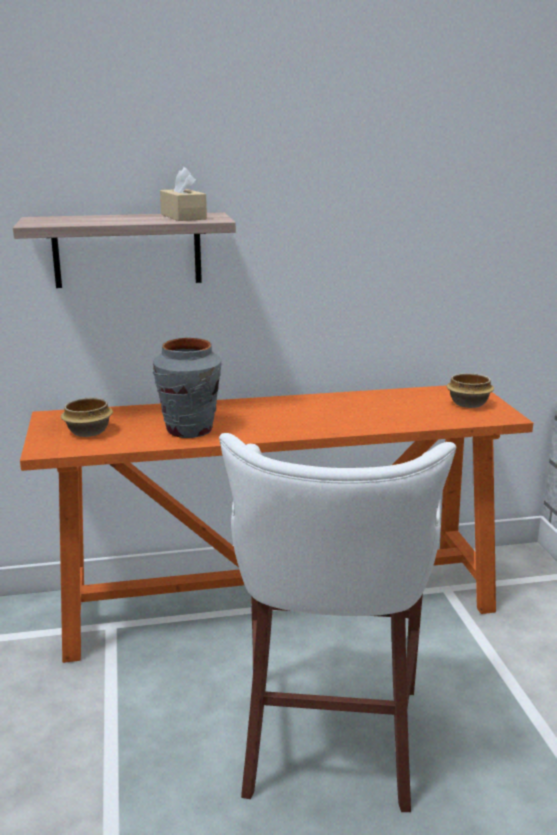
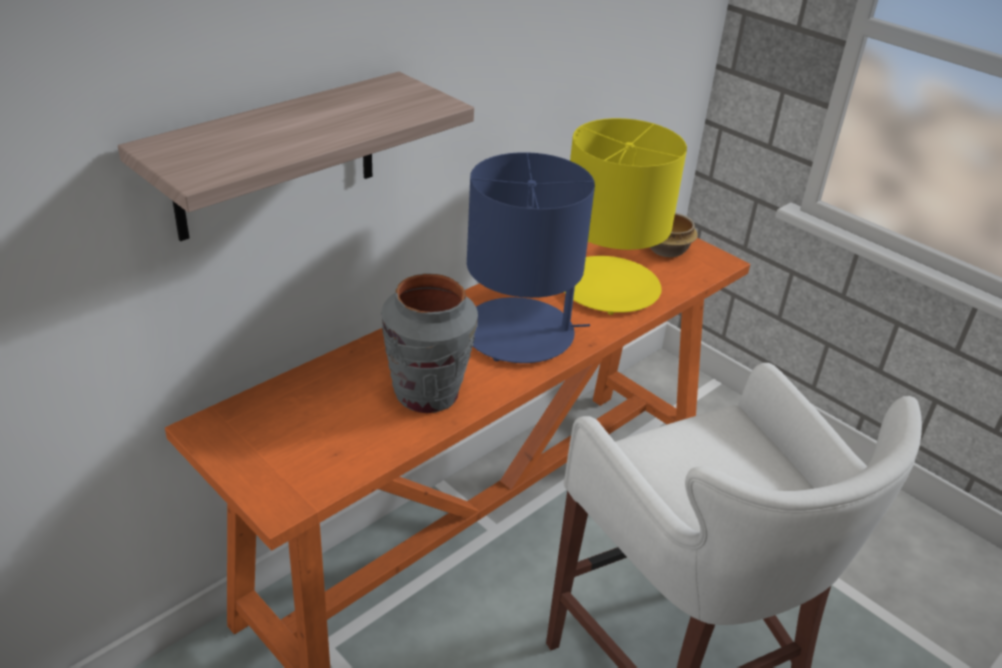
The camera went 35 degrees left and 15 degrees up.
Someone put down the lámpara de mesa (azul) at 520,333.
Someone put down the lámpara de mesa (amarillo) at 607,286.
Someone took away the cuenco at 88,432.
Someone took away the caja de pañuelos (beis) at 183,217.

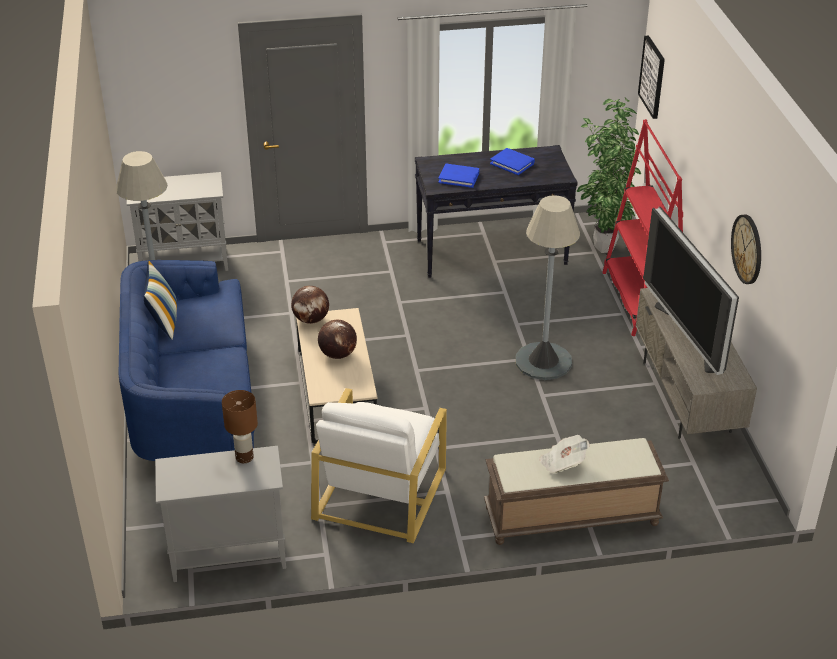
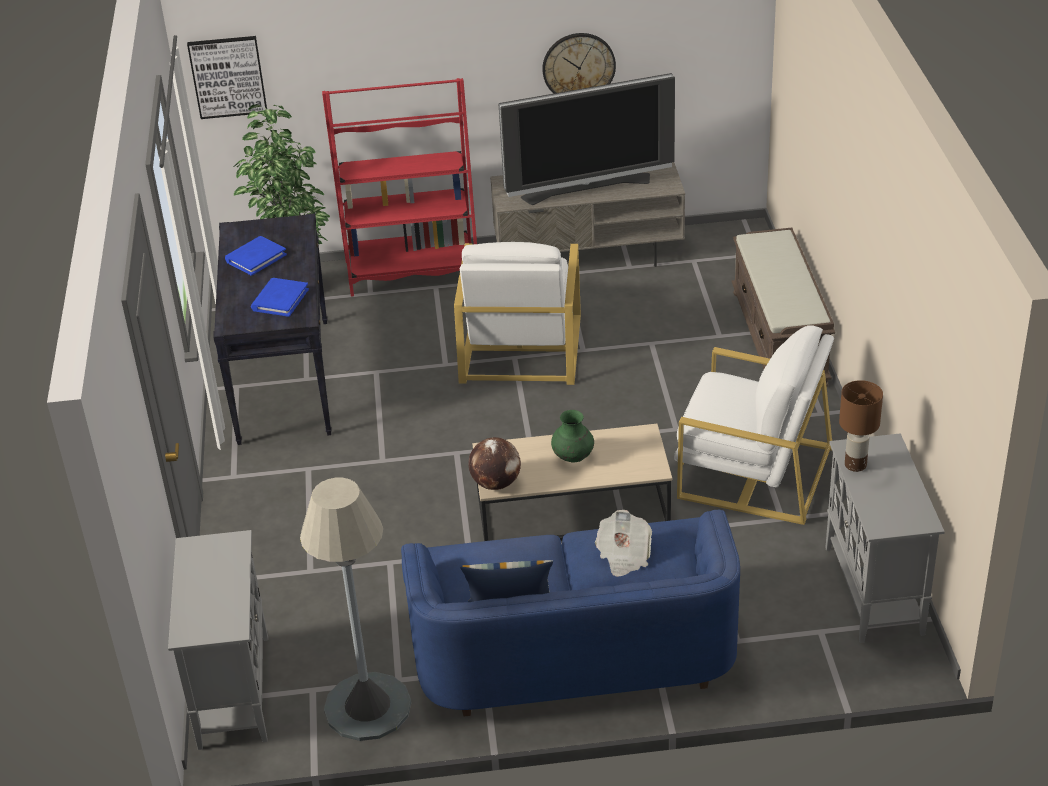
The camera went 85 degrees left and 0 degrees up.
Someone swapped the lámpara de pie (gris) at 543,361 for the sillón (blanco) at 521,347.
Someone swapped the globo terráqueo at 337,354 for the florero (verde) at 573,457.
Someone carried the periódico from 563,463 to 623,556.

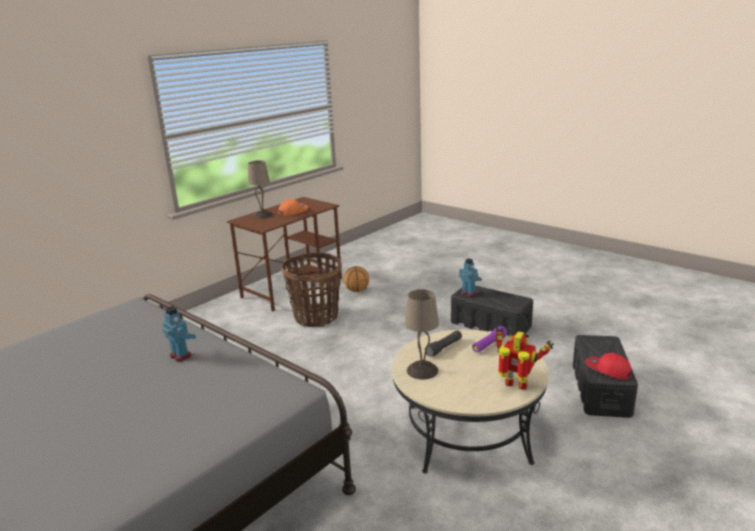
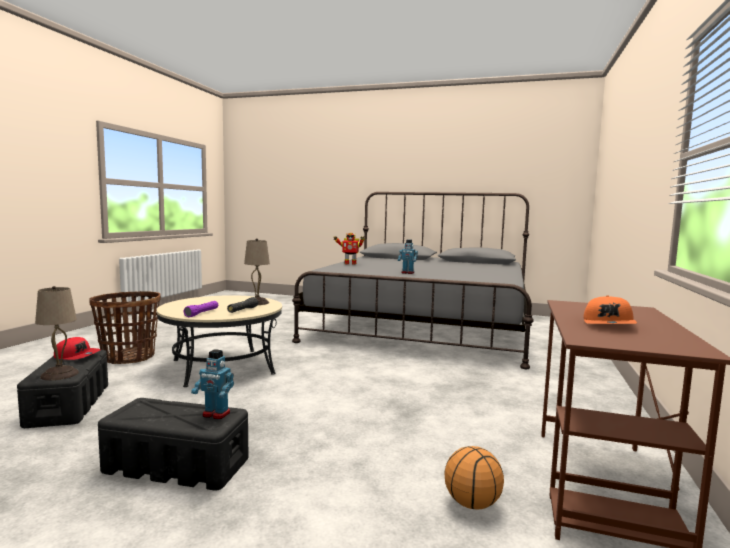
The camera went 155 degrees right and 15 degrees down.
Someone carried the lámpara de mesa (beis) from 262,215 to 60,374.
Someone carried the cesta from 316,317 to 128,357.
Someone carried the robot de juguete from 516,386 to 350,263.

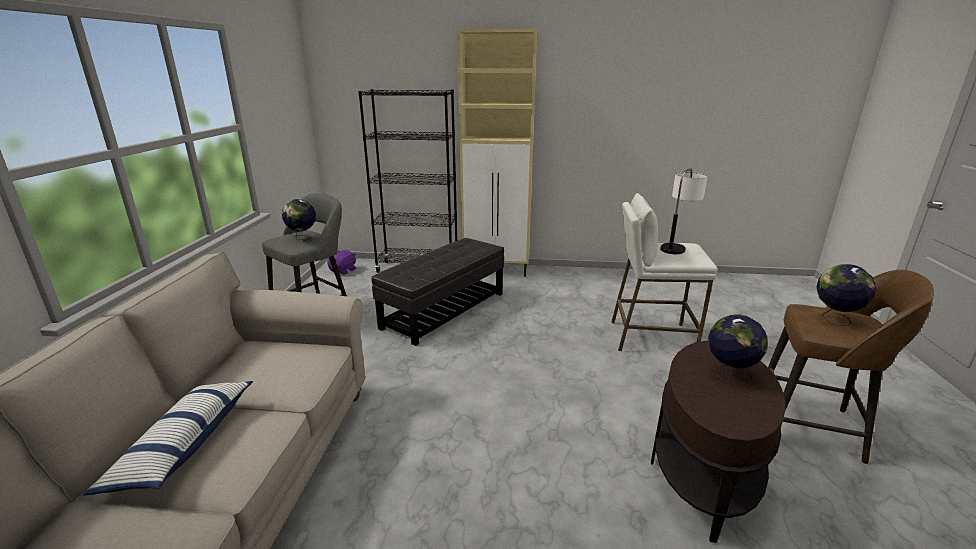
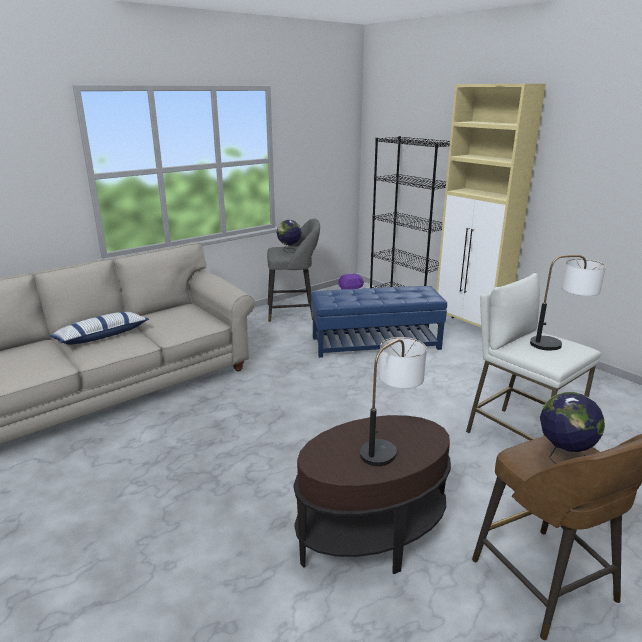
The camera went 45 degrees right and 0 degrees up.
Someone repainted the puf (negro) at 444,310, which became the puf (azul) at 375,343.
Someone swapped the globo terráqueo at 729,375 for the lámpara de mesa at 389,445.

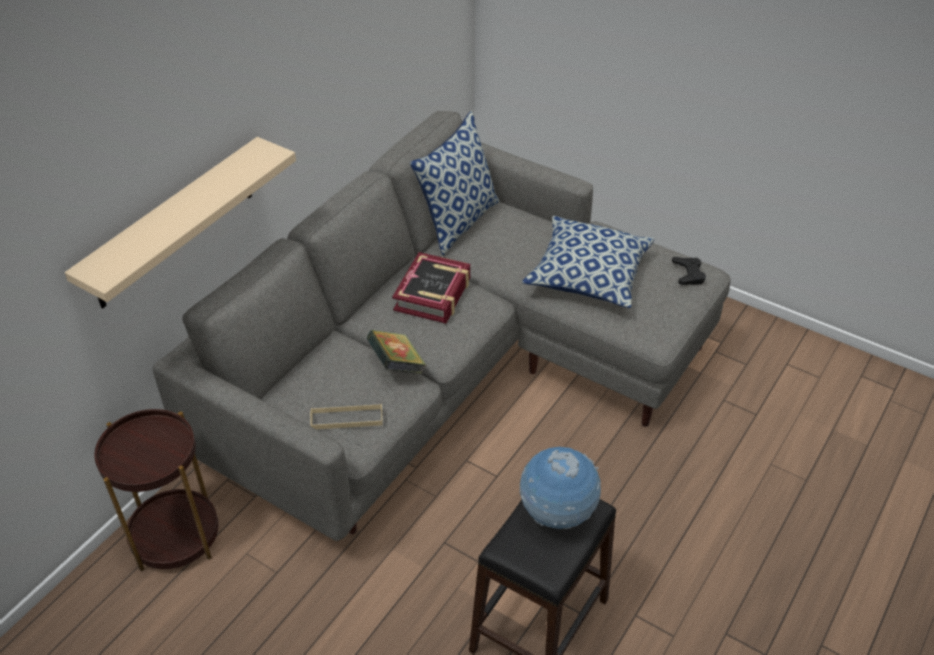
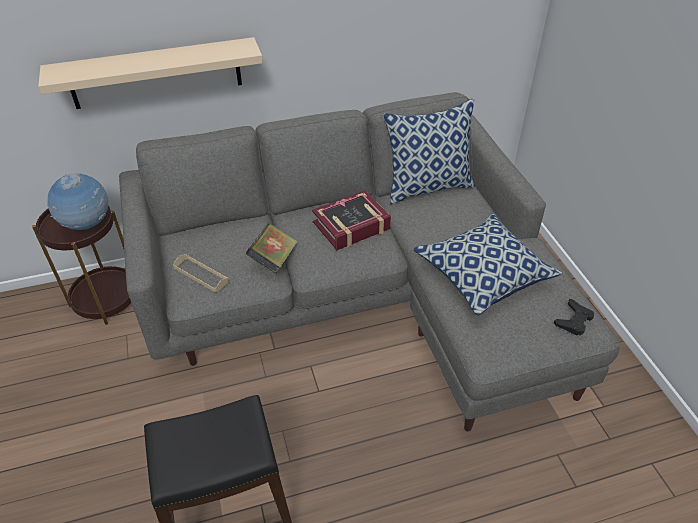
The camera went 40 degrees right and 0 degrees up.
Someone carried the globo terráqueo from 557,514 to 87,225.

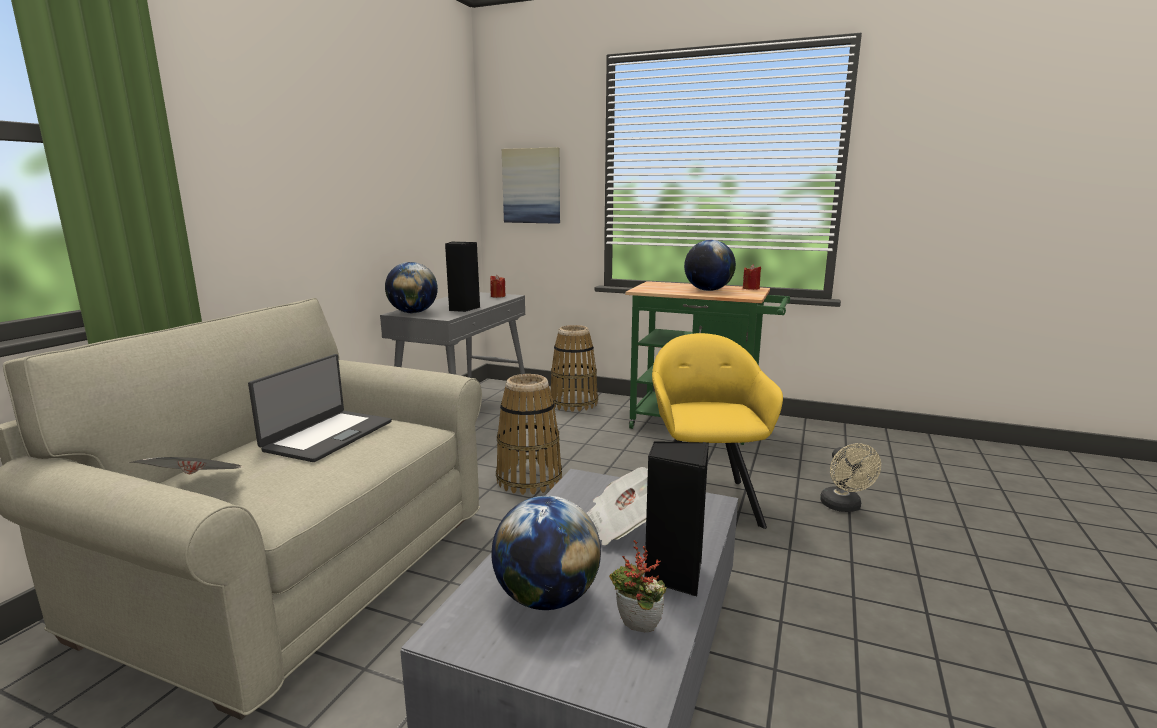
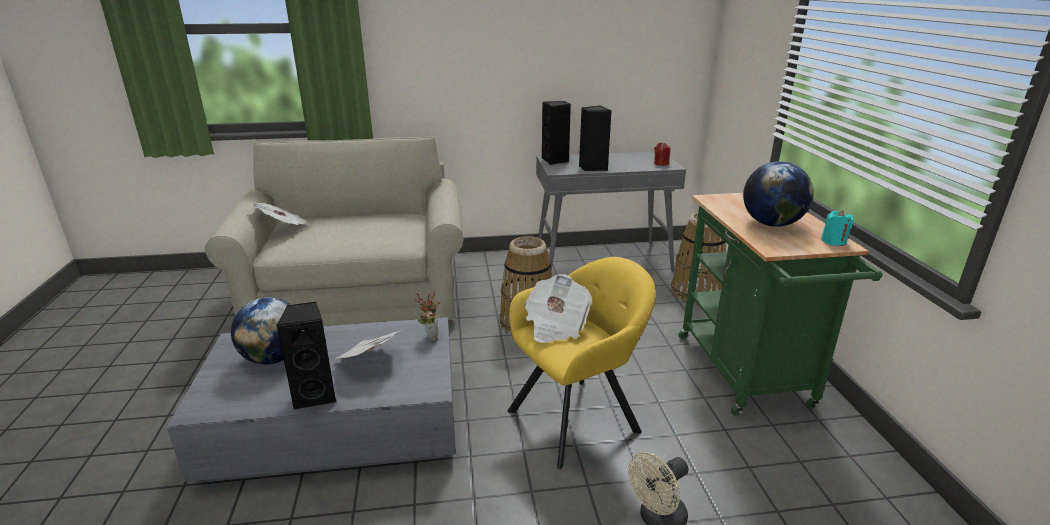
The camera went 60 degrees right and 10 degrees up.
Someone carried the planta en maceta from 636,629 to 430,336.
Someone put down the periódico at 555,325.
Someone swapped the globo terráqueo at 413,313 for the altavoz (negro) at 555,160.
Someone repainted the vela (rojo) at 751,288, which became the vela (turquesa) at 833,241.
Someone took away the portátil at 327,436.
Someone took away the cuadro at 532,186.

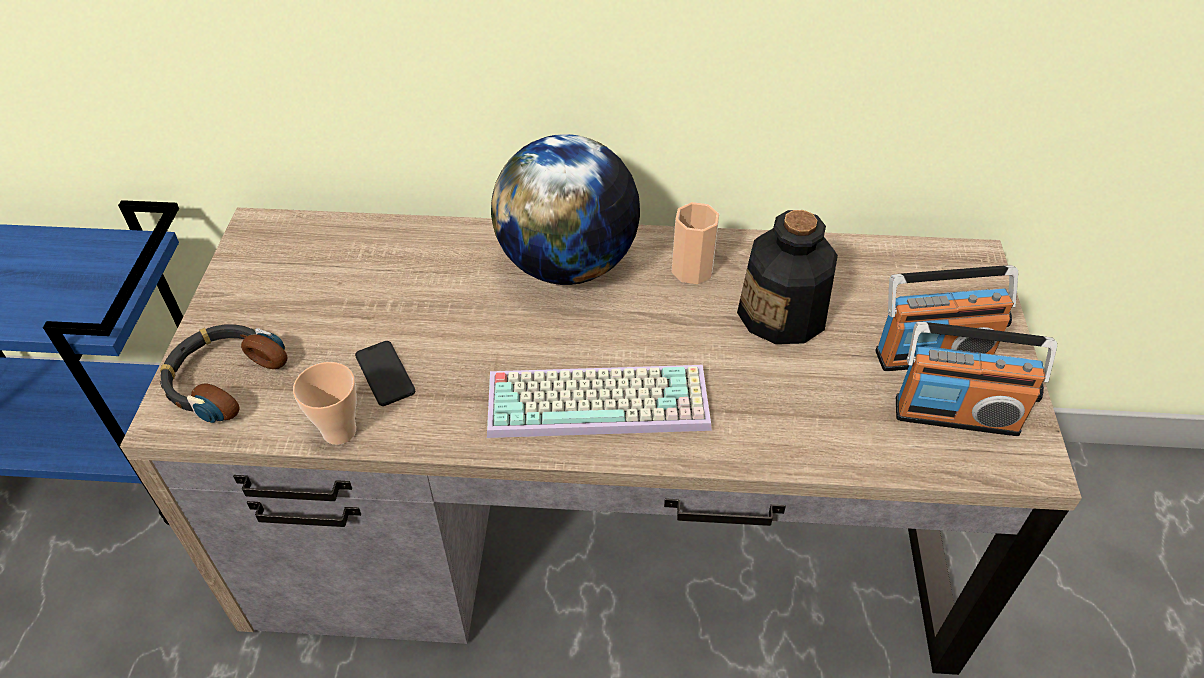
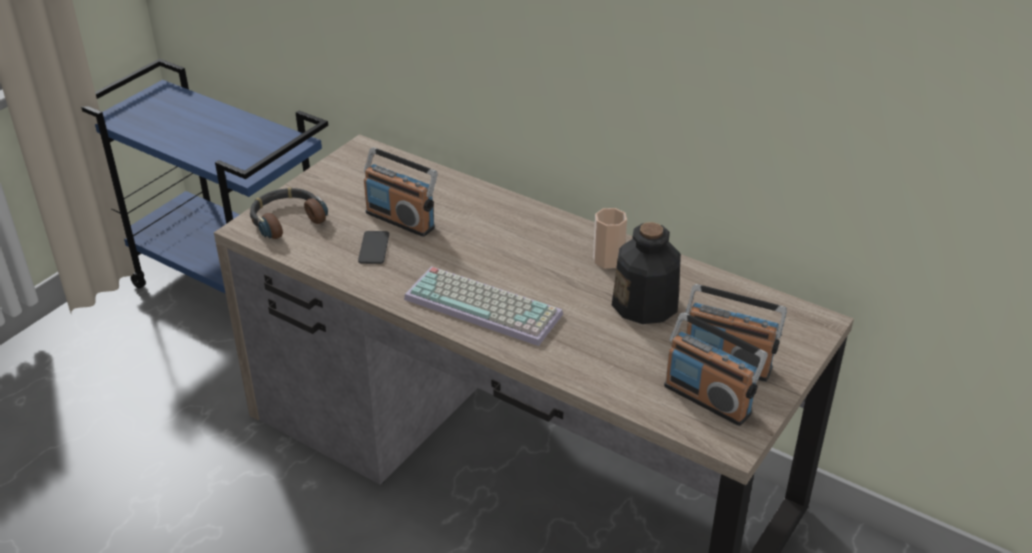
The camera went 30 degrees right and 10 degrees down.
Someone put down the radio at 401,220.
Someone took away the taza at 339,431.
Someone took away the globo terráqueo at 568,264.

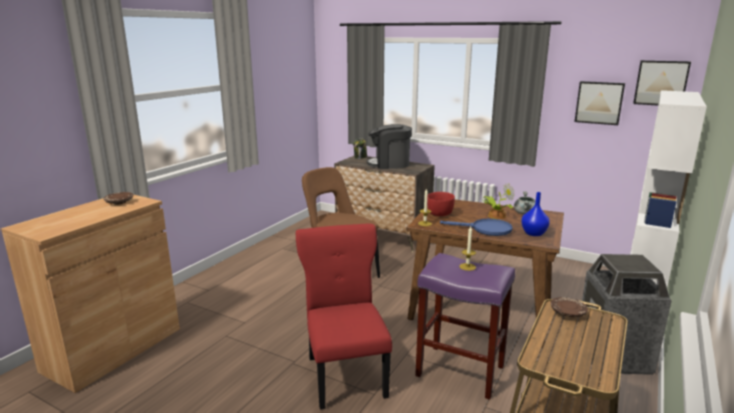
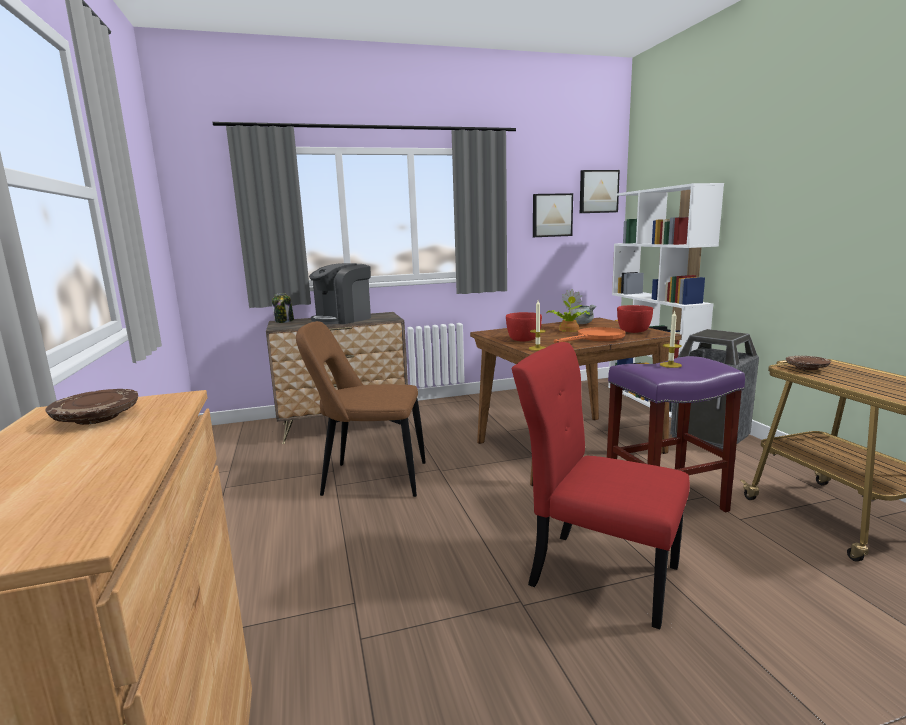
The camera went 45 degrees left and 5 degrees down.
Someone repainted the sartén (azul) at 485,229, which became the sartén (naranja) at 596,338.
Someone swapped the florero (azul) at 533,233 for the cuenco (rojo) at 633,331.

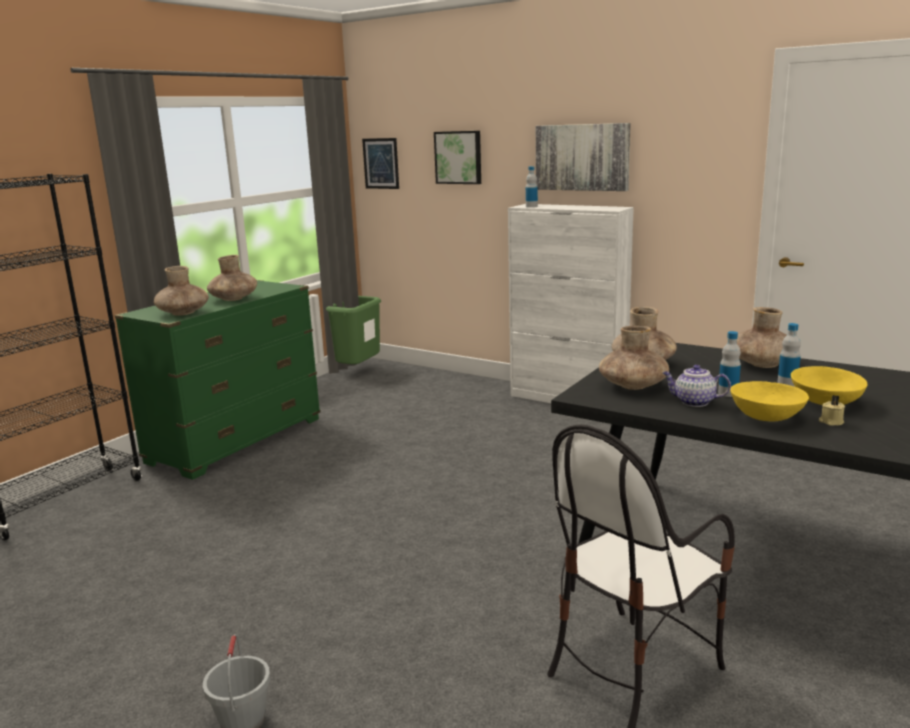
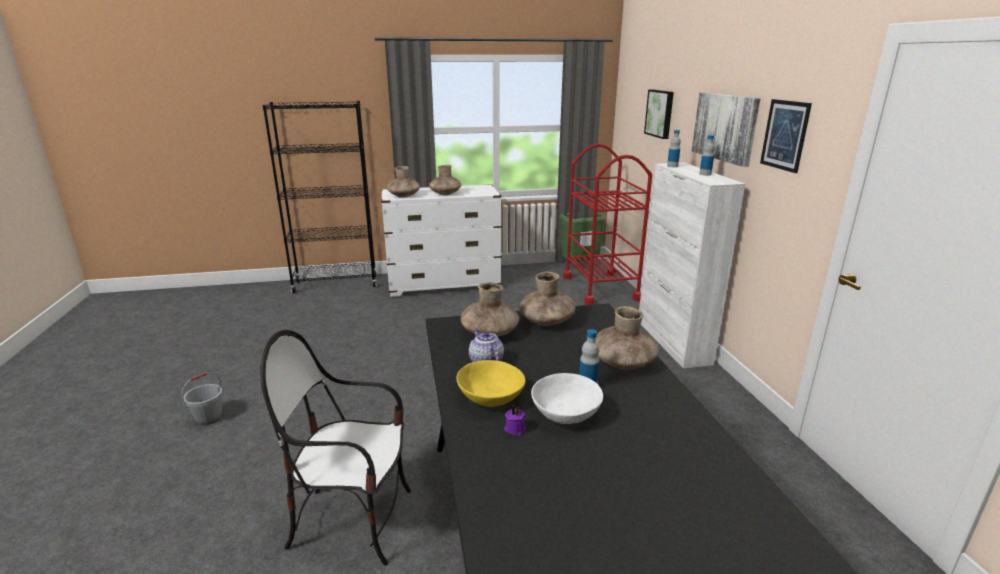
The camera went 45 degrees right and 5 degrees up.
Someone repainted the cómoda (verde) at 236,441, which became the cómoda (blanco) at 444,284.
Someone repainted the vela (beis) at 830,422, which became the vela (morado) at 514,428.
Someone repainted the cuenco (amarillo) at 824,401, which became the cuenco (blanco) at 565,413.
Someone put down the carrito (rojo) at 600,288.
Someone carried the botella from 728,393 to 705,174.
Someone carried the cuadro from 381,163 to 785,135.

